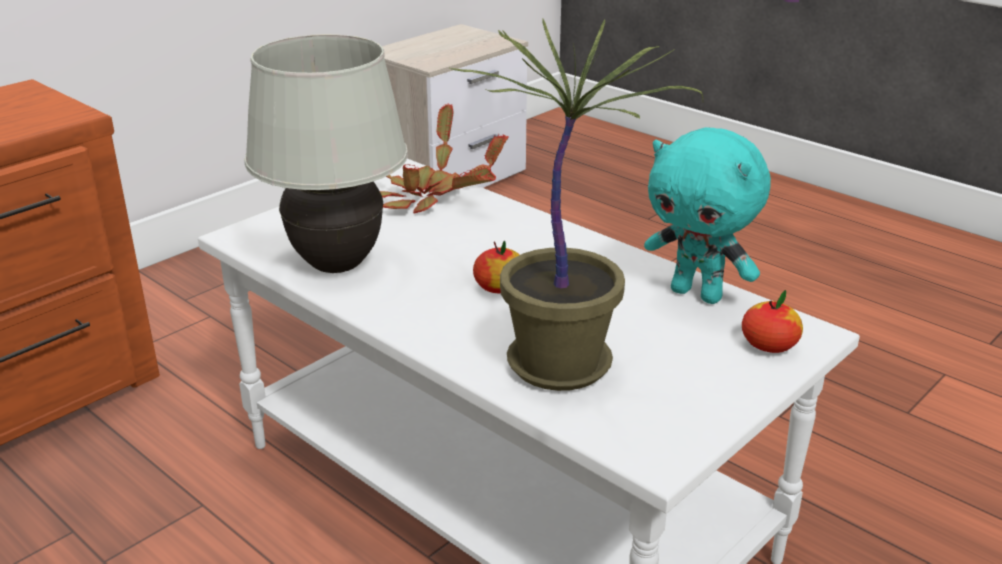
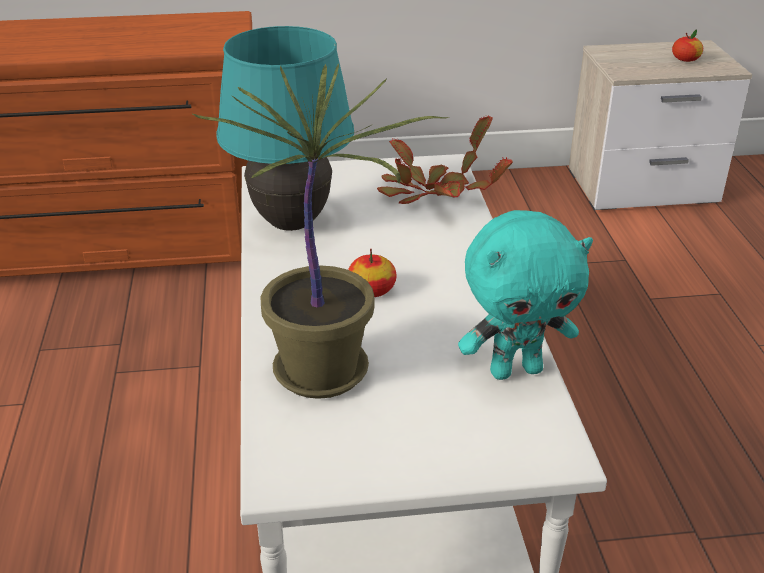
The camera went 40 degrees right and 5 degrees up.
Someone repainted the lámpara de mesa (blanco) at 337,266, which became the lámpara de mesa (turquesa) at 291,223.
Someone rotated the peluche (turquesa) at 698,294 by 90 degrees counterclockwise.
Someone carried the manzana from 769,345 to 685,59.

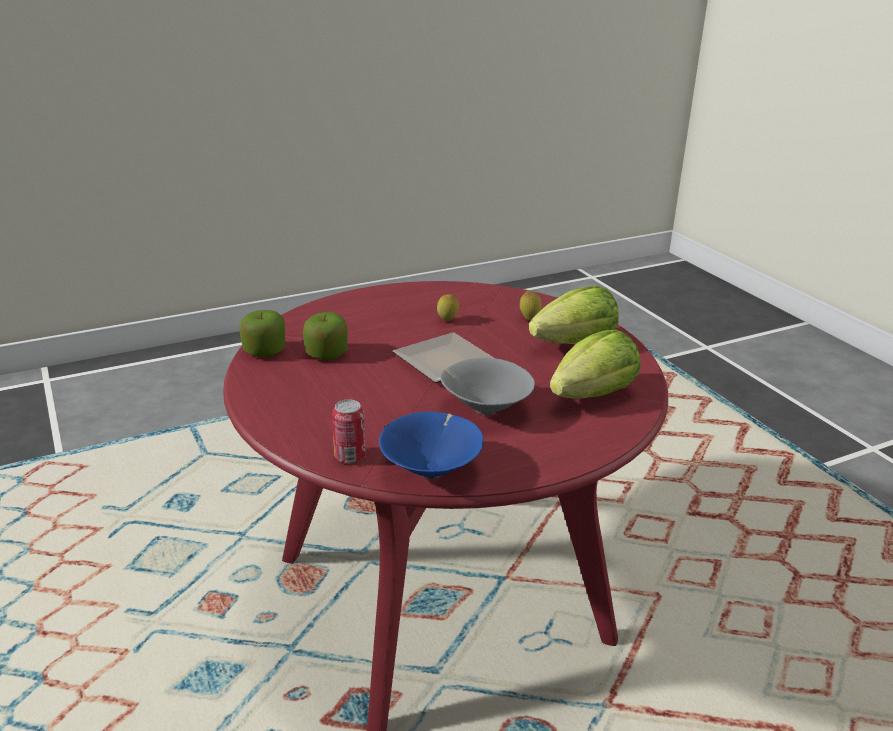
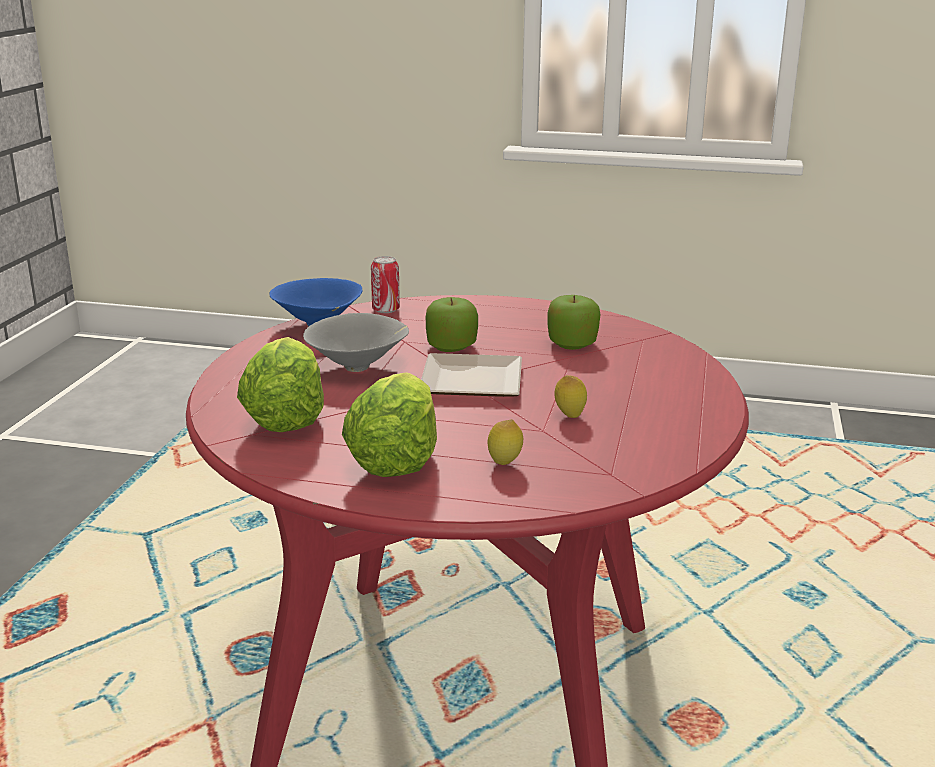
The camera went 130 degrees right and 5 degrees down.
Someone carried the manzana from 264,351 to 452,346.

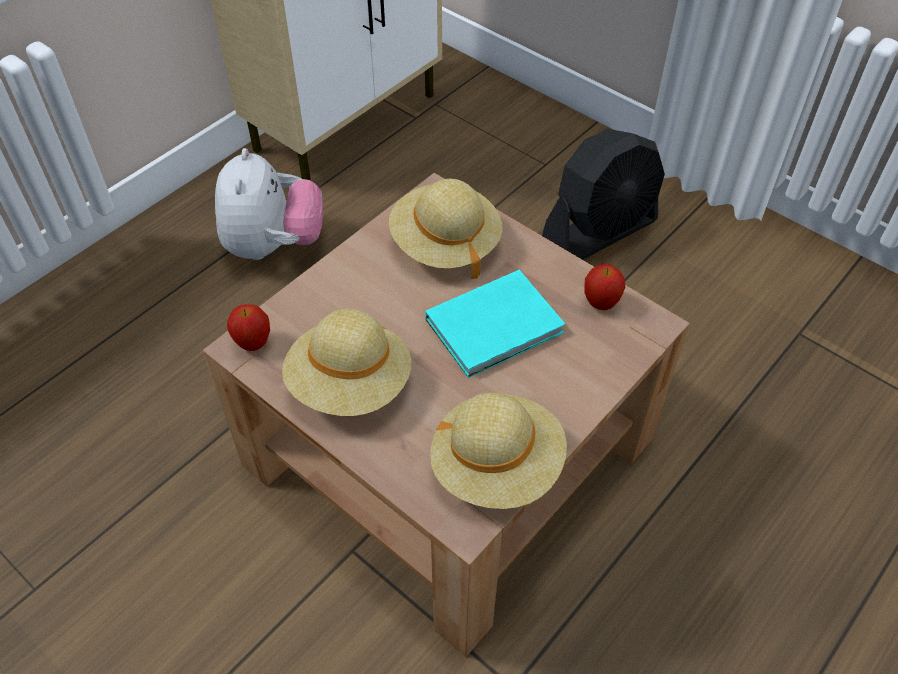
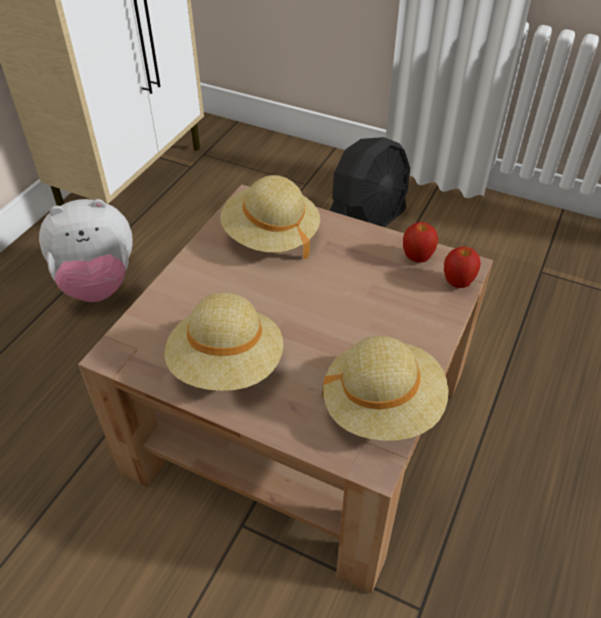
The camera went 15 degrees left and 5 degrees down.
Someone rotated the peluche at 274,245 by 90 degrees clockwise.
Someone carried the manzana from 253,343 to 457,283.
Someone took away the libro (turquesa) at 498,326.

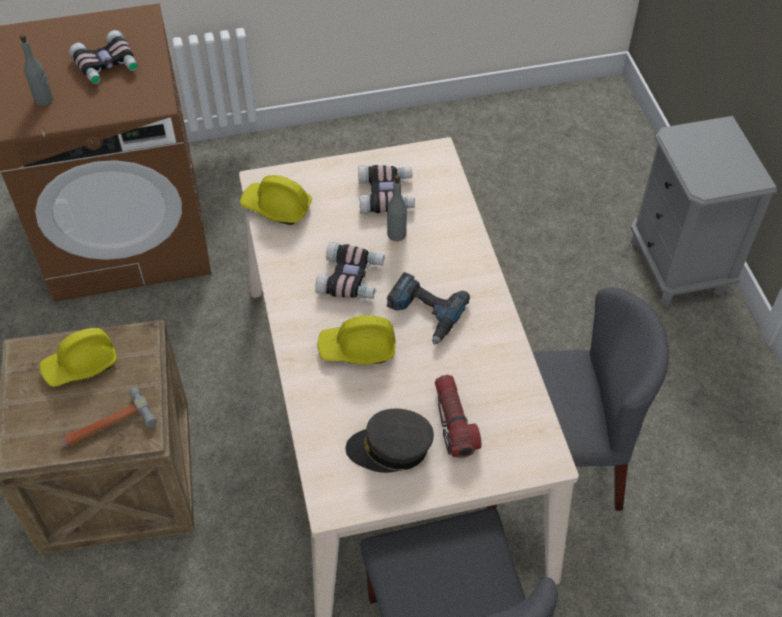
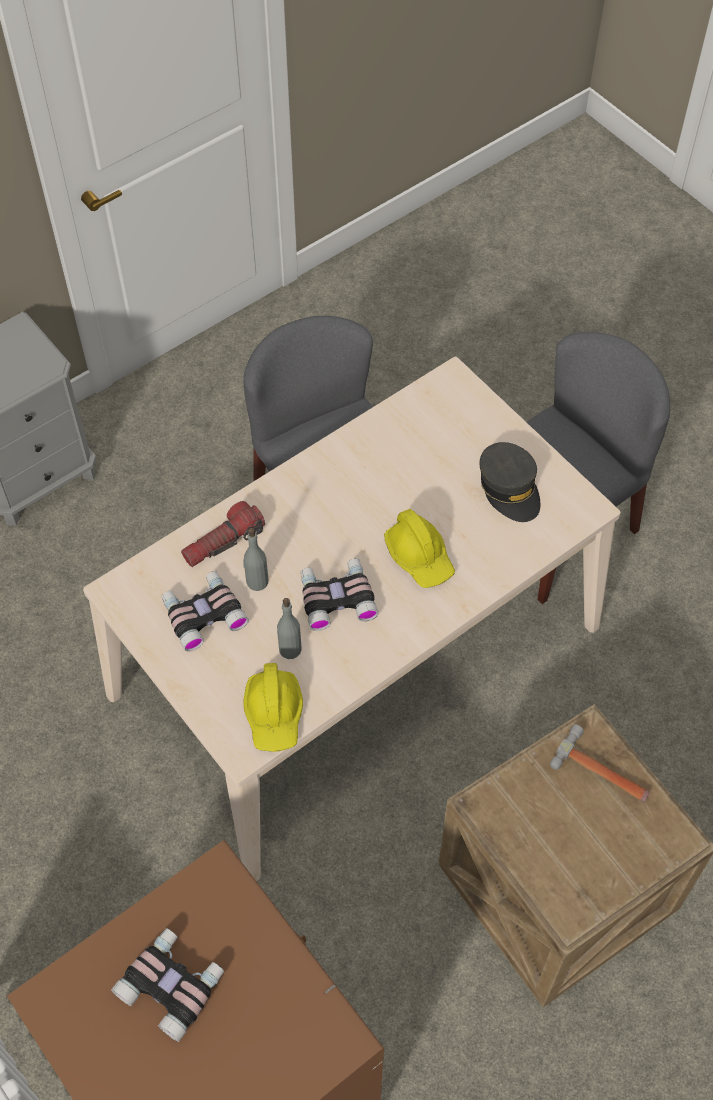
The camera went 115 degrees left and 5 degrees up.
Someone carried the linterna from 454,422 to 223,542.
Someone carried the botella (gris) from 44,99 to 290,649.
Someone took away the casco (amarillo) at 81,365.
Someone took away the taladro at 424,313.

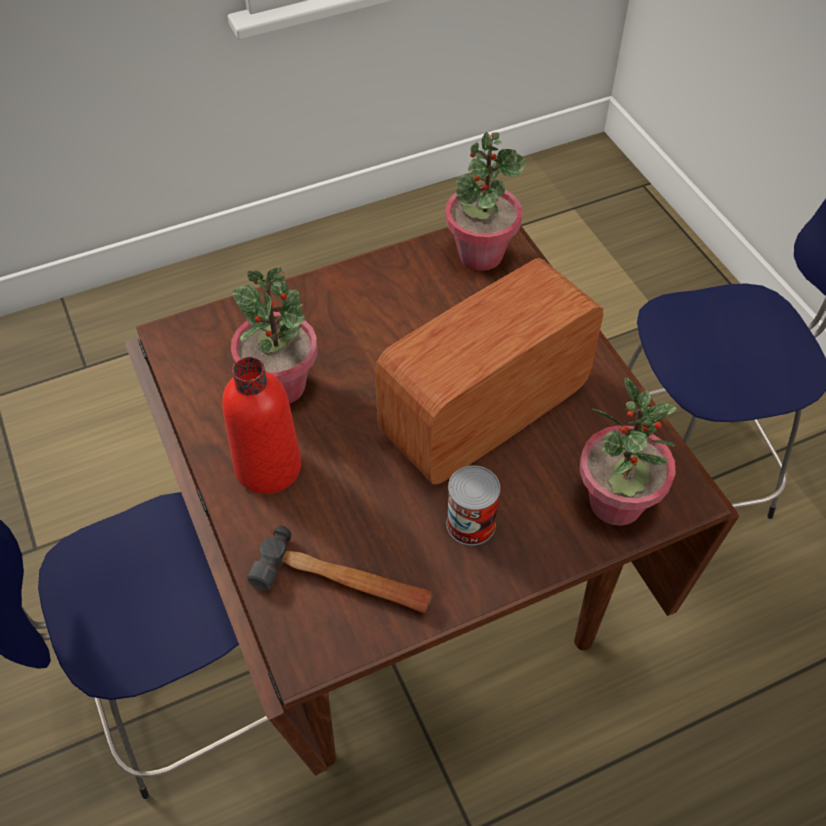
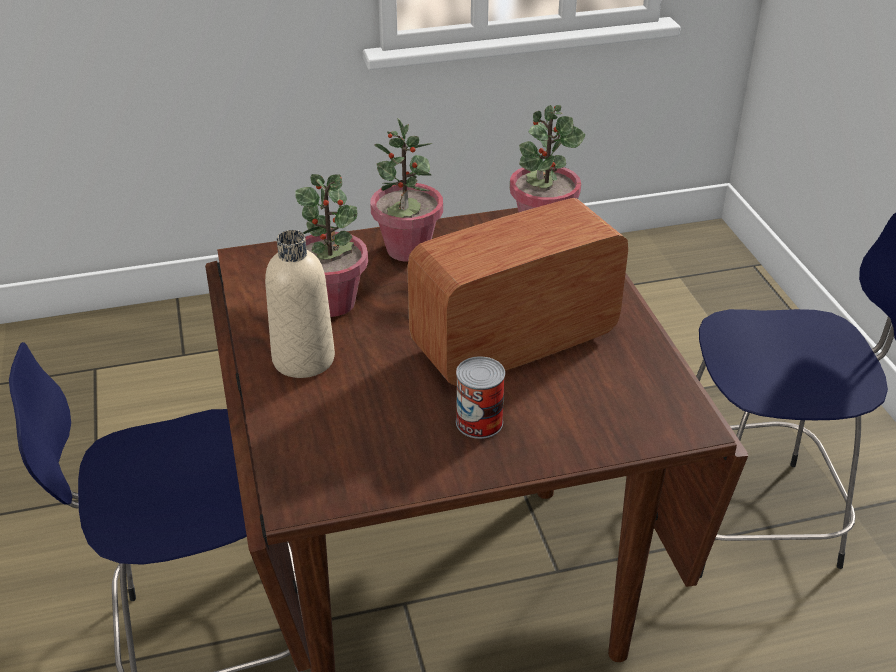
The camera went 10 degrees right and 15 degrees down.
Someone repainted the botella (rojo) at 268,467, which became the botella (beis) at 303,359.
Someone carried the planta en maceta from 616,503 to 407,250.
Someone took away the martillo at 343,584.

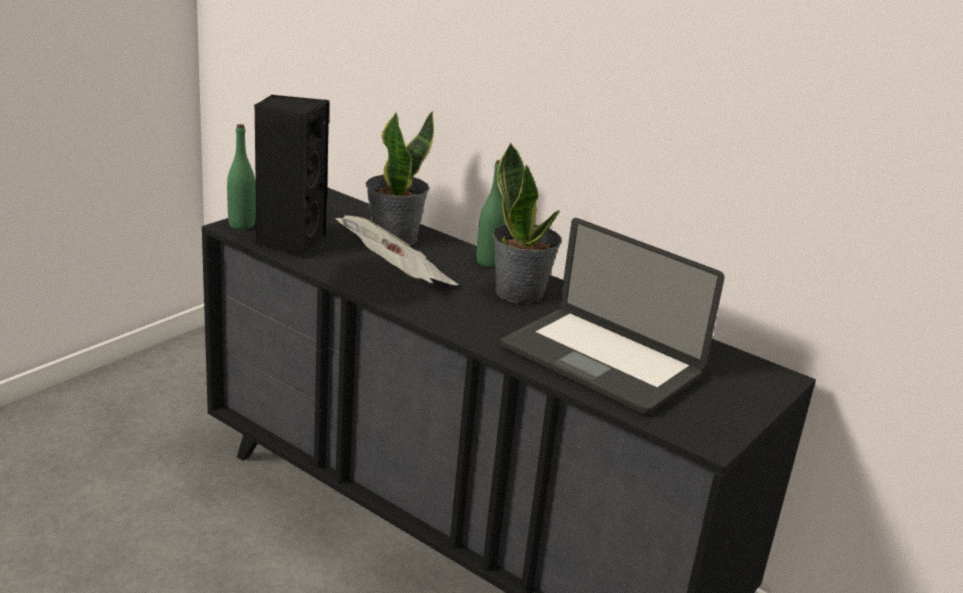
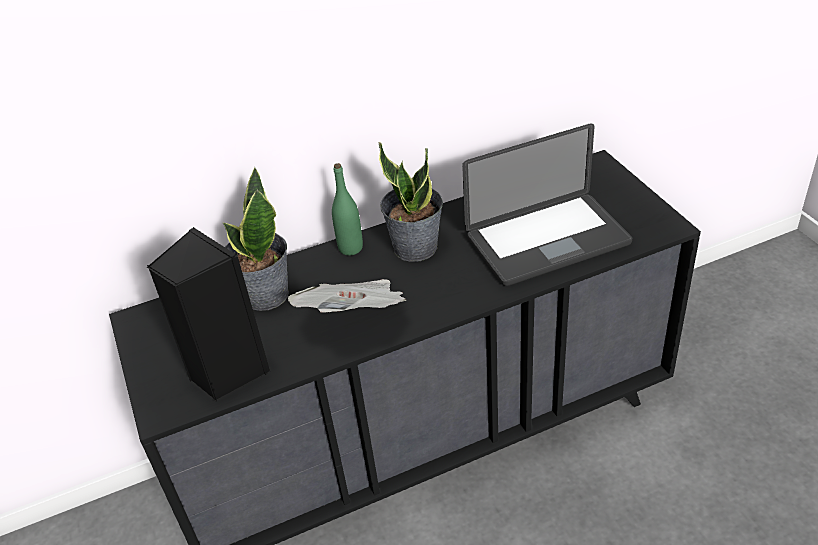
The camera went 55 degrees left and 15 degrees up.
Someone took away the botella (verde) at 241,225.

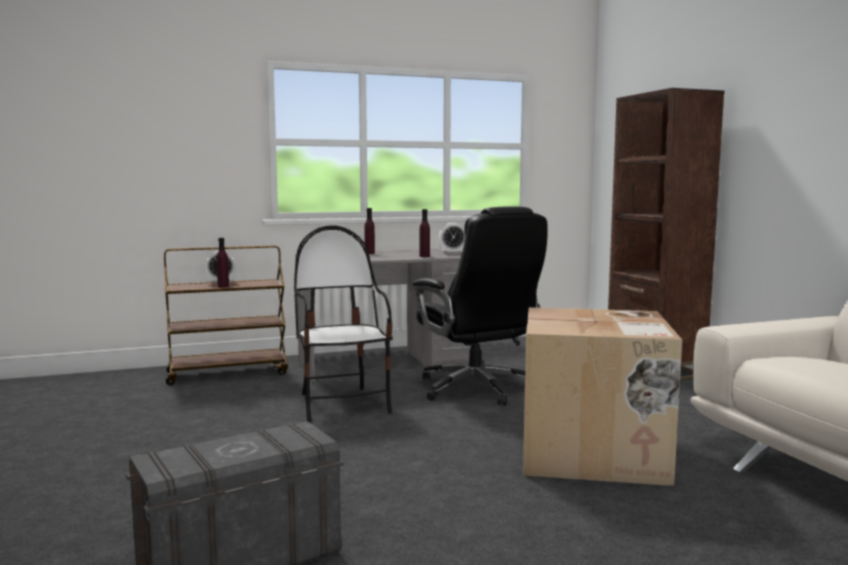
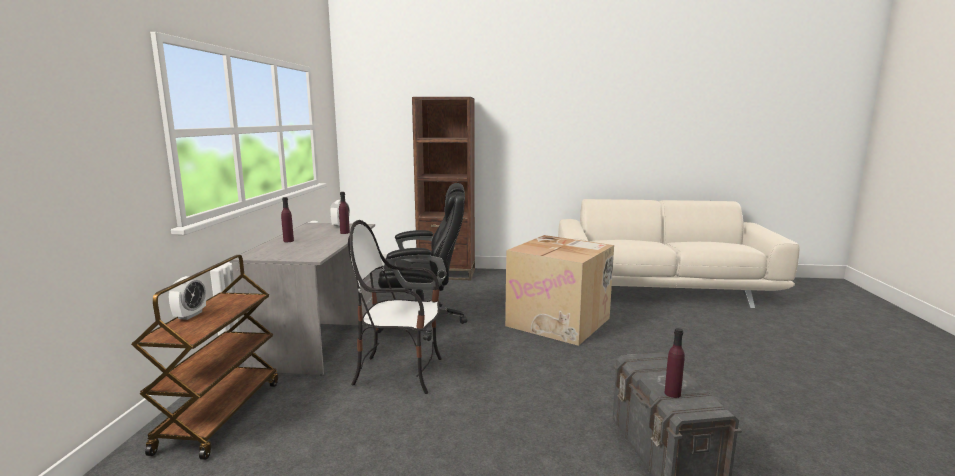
The camera went 65 degrees left and 5 degrees up.
Someone carried the botella (morado) from 223,286 to 672,393.

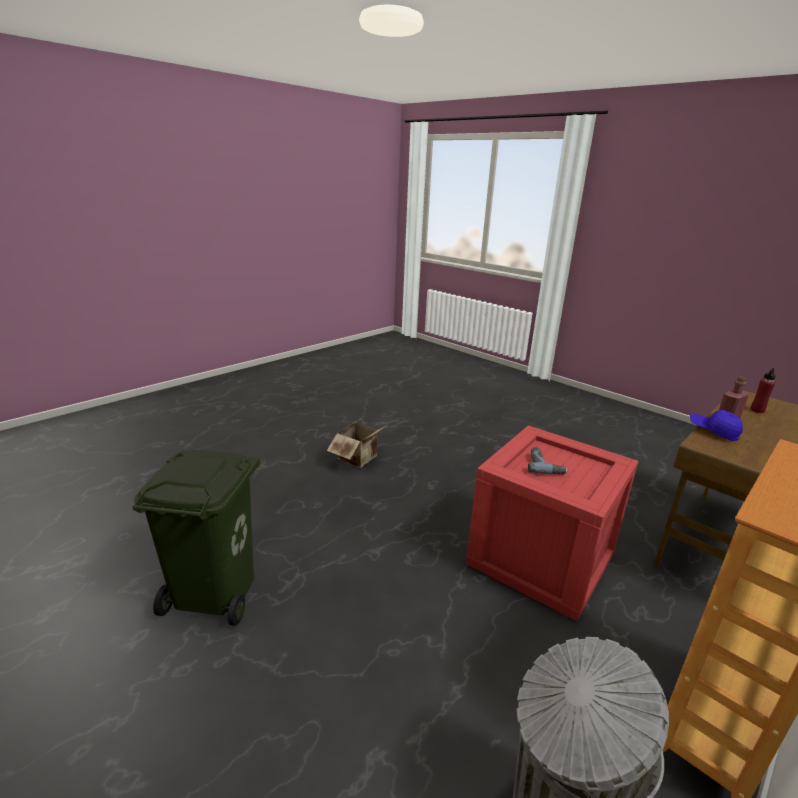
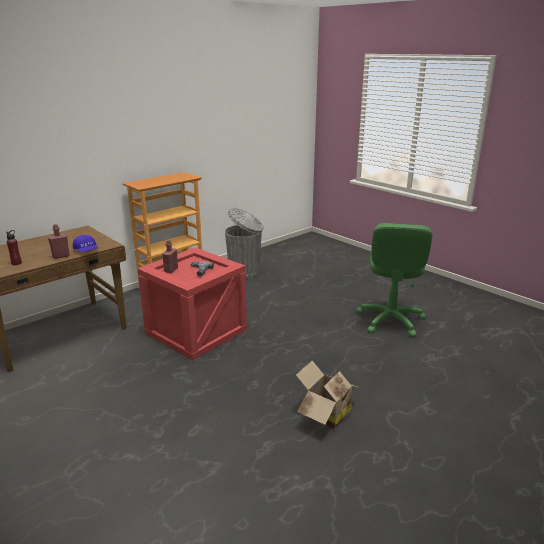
The camera went 175 degrees left and 0 degrees up.
Someone put down the botella (rojo) at 171,270.
Someone swapped the papelera (verde) at 216,593 for the silla de oficina (verde) at 390,320.

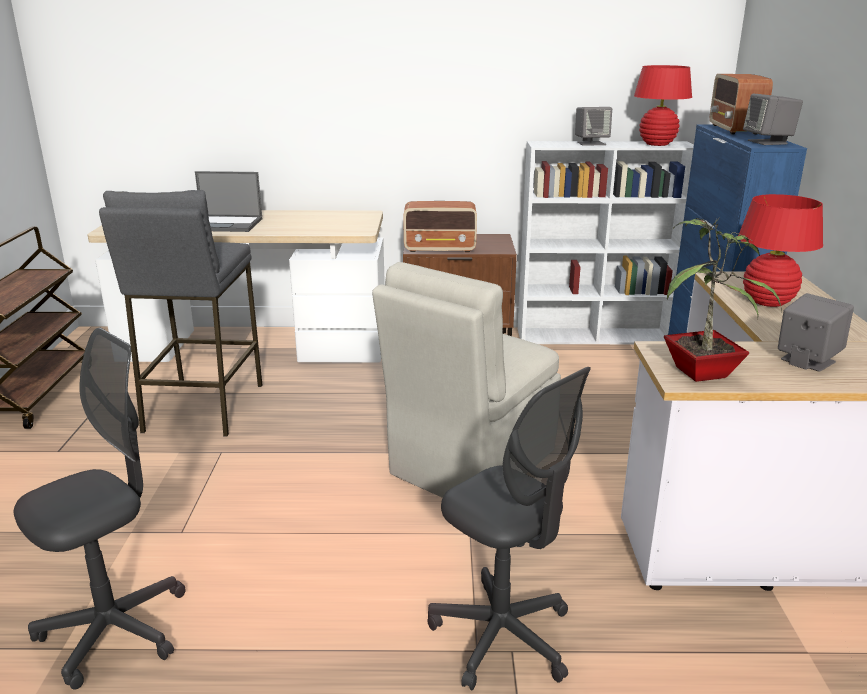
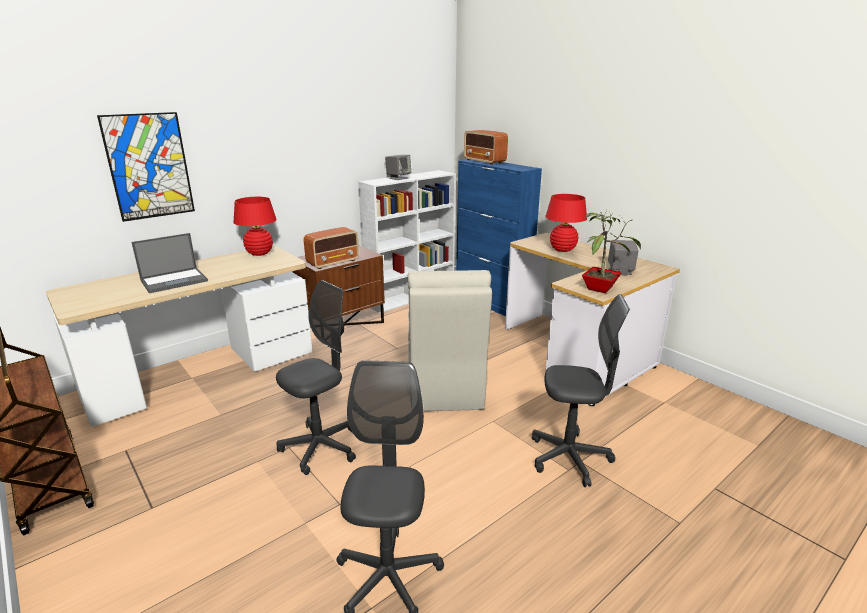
The camera went 40 degrees left and 0 degrees up.
Someone put up the cuadro at 149,166.
Someone carried the lámpara de mesa (rojo) from 657,144 to 259,253.
Someone put down the silla de oficina (gris) at 320,447.
Someone took away the taburete (gris) at 202,407.
Someone took away the altavoz (gris) at 768,142.

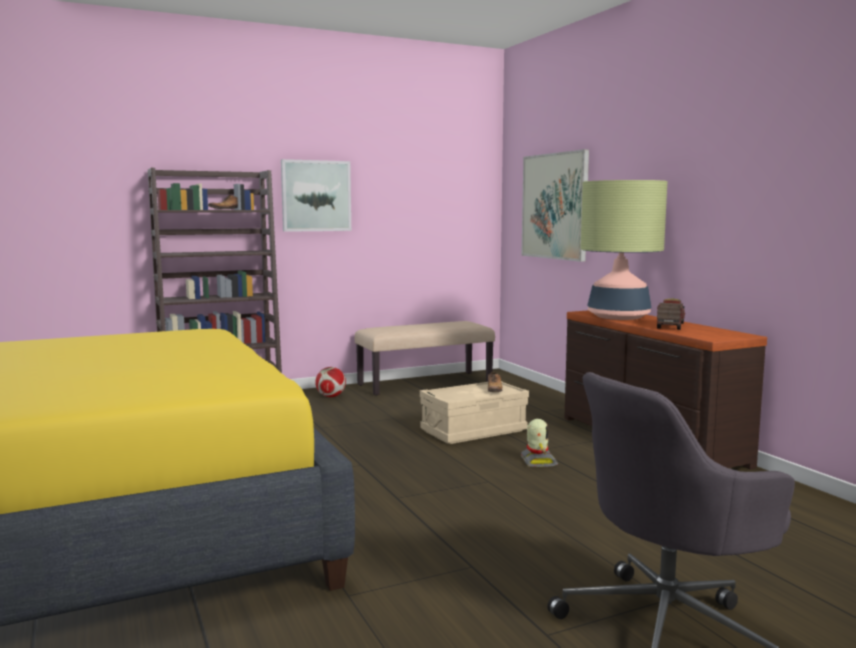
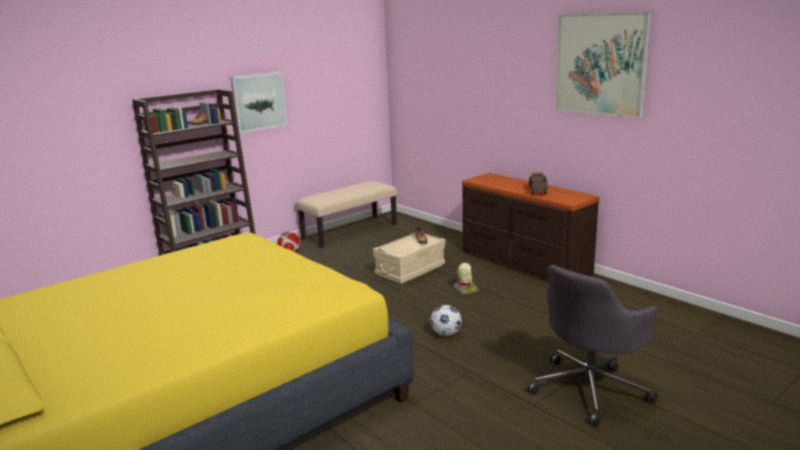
The camera went 15 degrees left and 10 degrees up.
Someone put down the balón de fútbol at 446,334.
Someone carried the cuadro from 554,206 to 600,64.
Someone took away the lámpara de mesa at 618,316.

